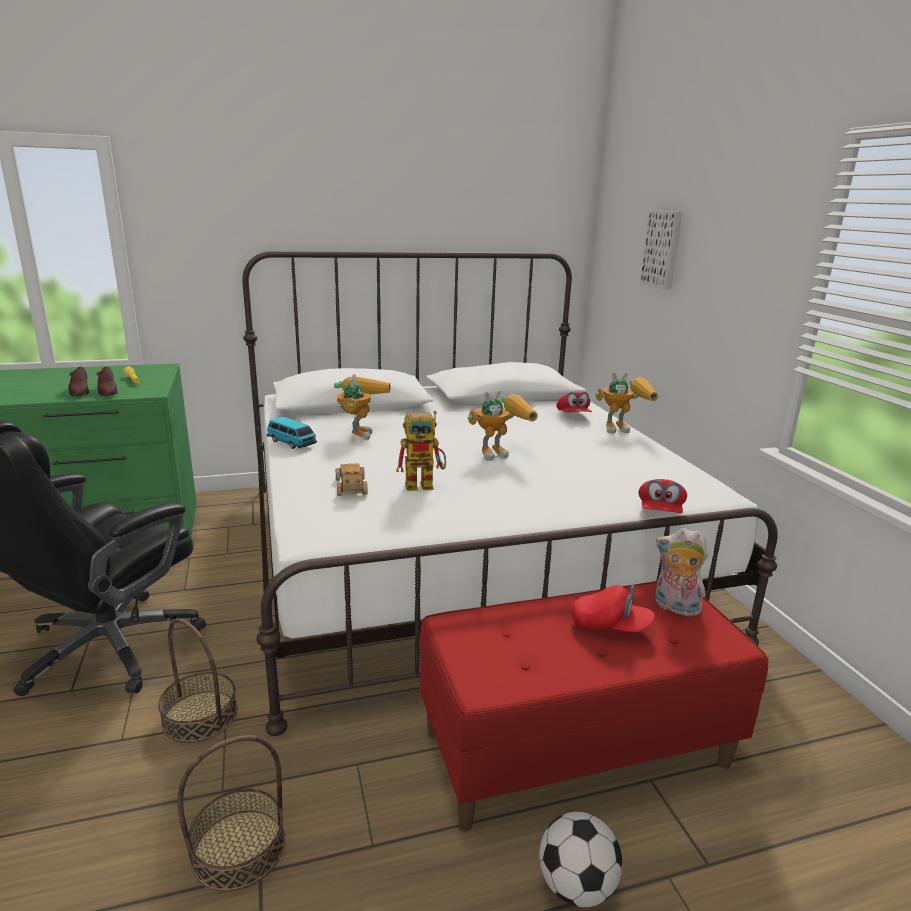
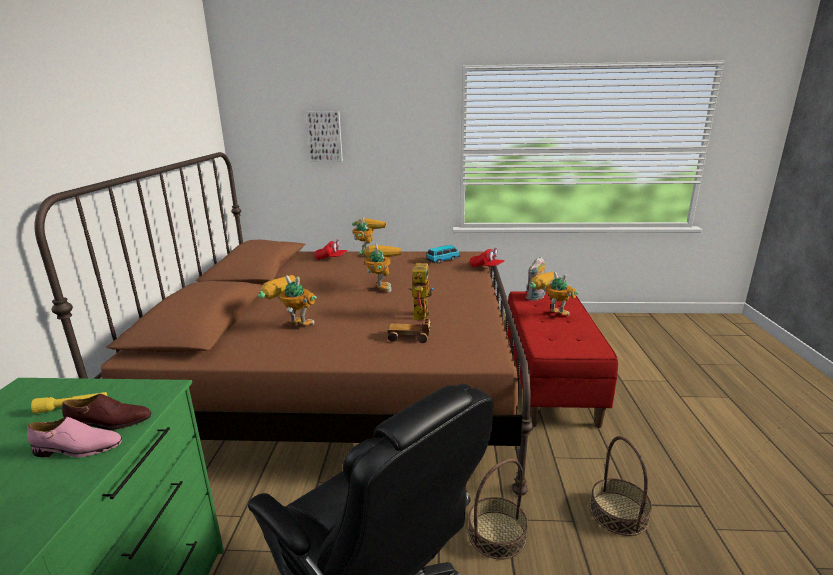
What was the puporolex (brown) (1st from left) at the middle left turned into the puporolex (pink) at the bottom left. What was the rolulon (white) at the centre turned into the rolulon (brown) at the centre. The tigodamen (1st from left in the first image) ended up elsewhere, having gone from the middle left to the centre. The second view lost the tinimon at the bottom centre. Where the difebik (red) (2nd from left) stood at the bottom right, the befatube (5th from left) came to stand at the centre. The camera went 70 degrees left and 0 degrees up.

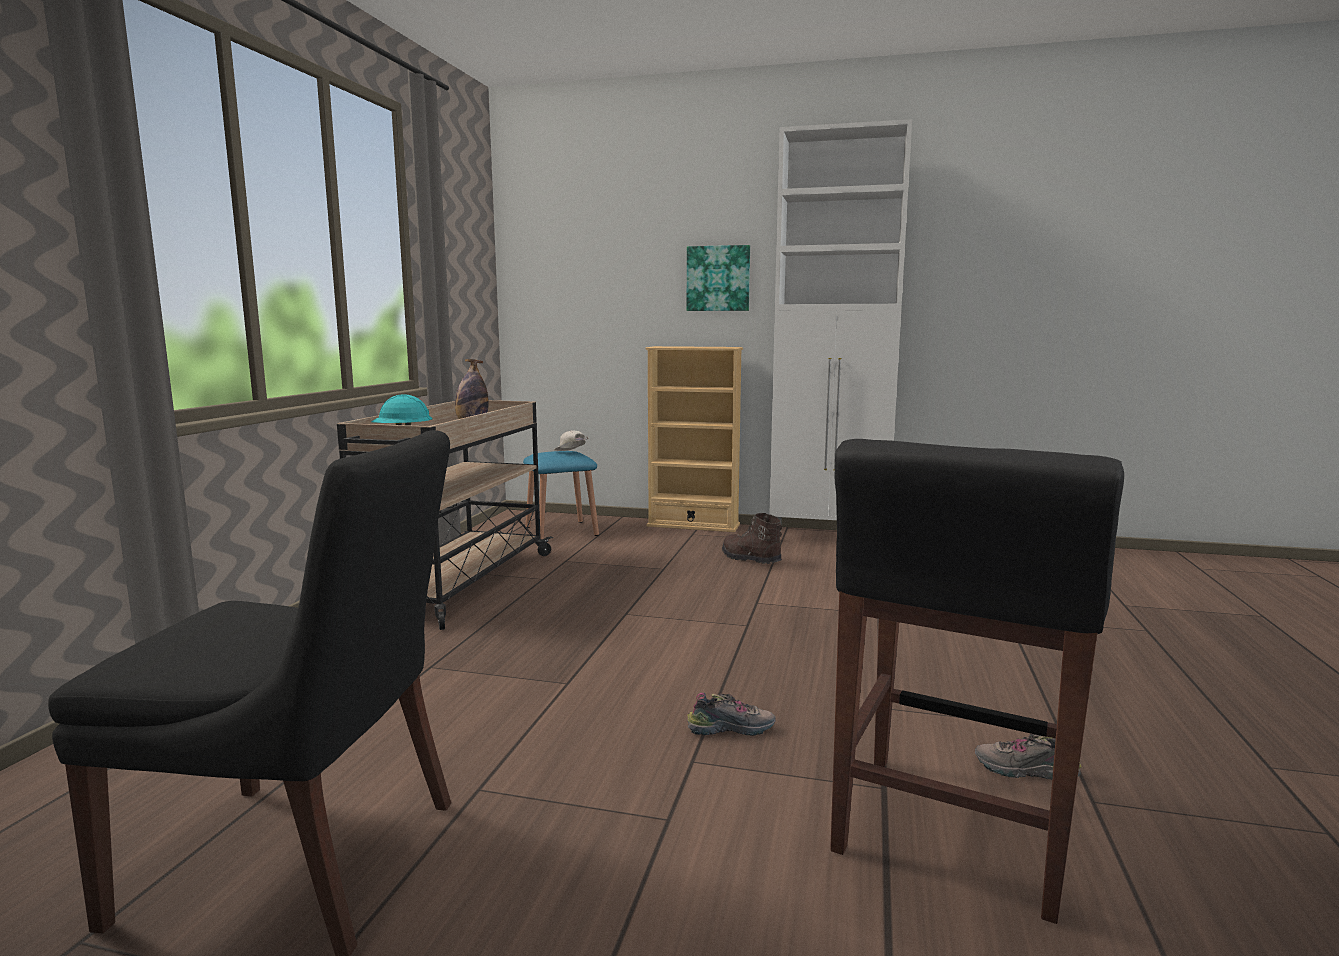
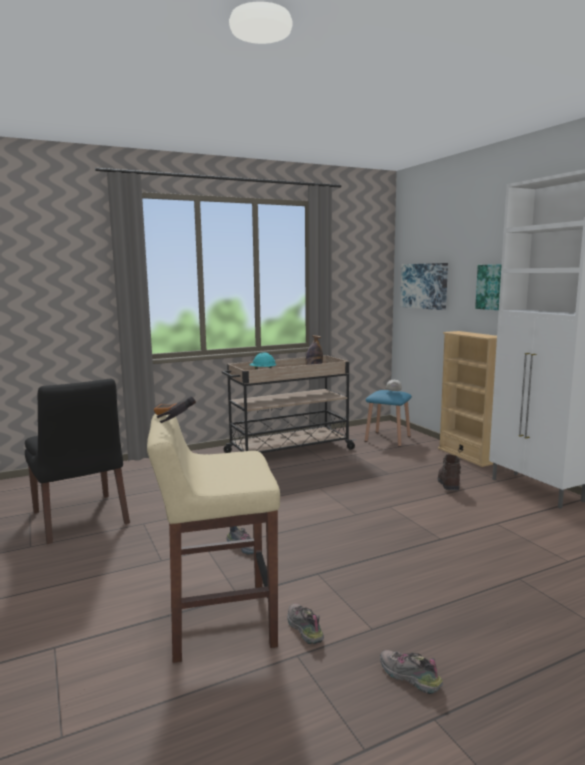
What was the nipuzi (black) at the bottom right turned into the nipuzi (beige) at the bottom centre. The second view gained the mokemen at the middle left. The second view gained the puporolex (3rd from left) at the bottom right. The second view gained the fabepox (1st from left) at the middle right. The camera went 50 degrees right and 0 degrees up.

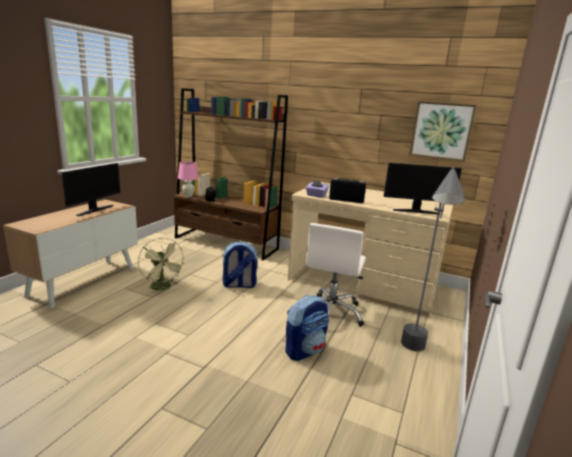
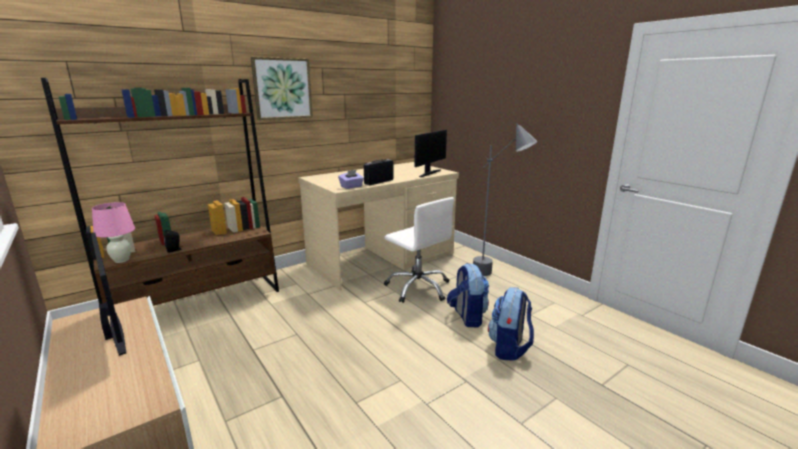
The second view lost the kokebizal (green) at the middle left. The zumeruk (1st from left in the first image) ended up elsewhere, having gone from the centre to the bottom centre. The fabepox ended up elsewhere, having gone from the top right to the top centre. The camera went 60 degrees left and 0 degrees up.

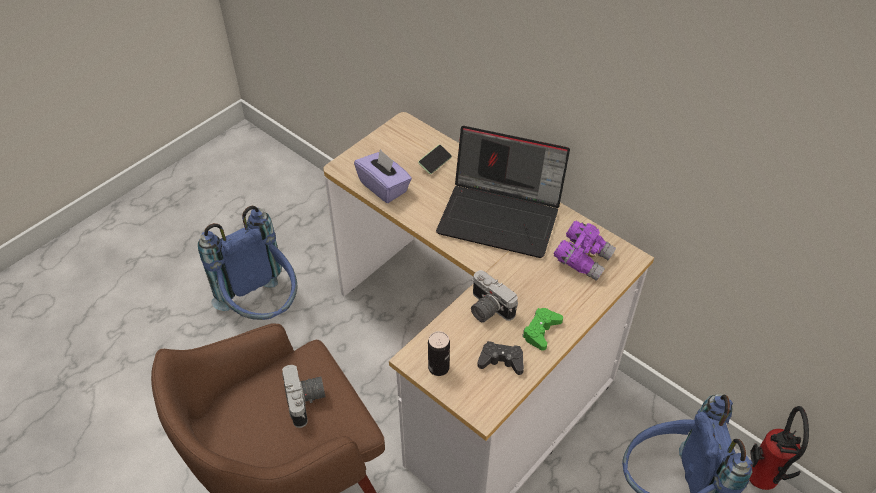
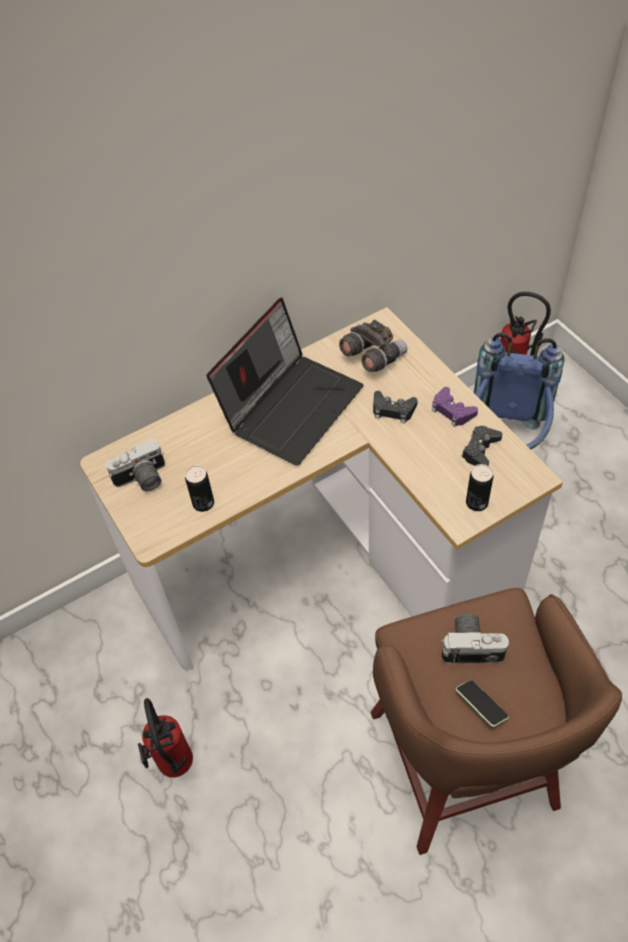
Where the zumeruk (blue) (1st from left) stood at the middle left, the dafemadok (1st from left) came to stand at the bottom left. Where the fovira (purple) stood at the centre, the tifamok (1st from left) came to stand at the middle left. The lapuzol ended up elsewhere, having gone from the top centre to the bottom right. The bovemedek (2nd from left in the first image) ended up elsewhere, having gone from the centre to the middle left. What was the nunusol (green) at the bottom centre turned into the nunusol (purple) at the middle right. What was the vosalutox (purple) at the middle right turned into the vosalutox (grey) at the centre. The second view gained the nunusol (black) (1st from left) at the centre. The camera went 70 degrees left and 5 degrees up.

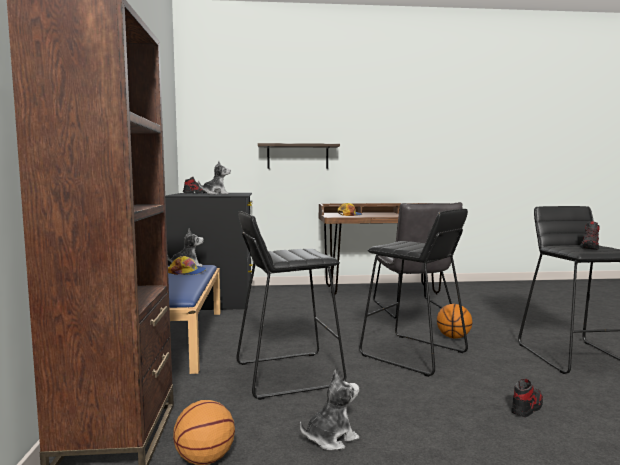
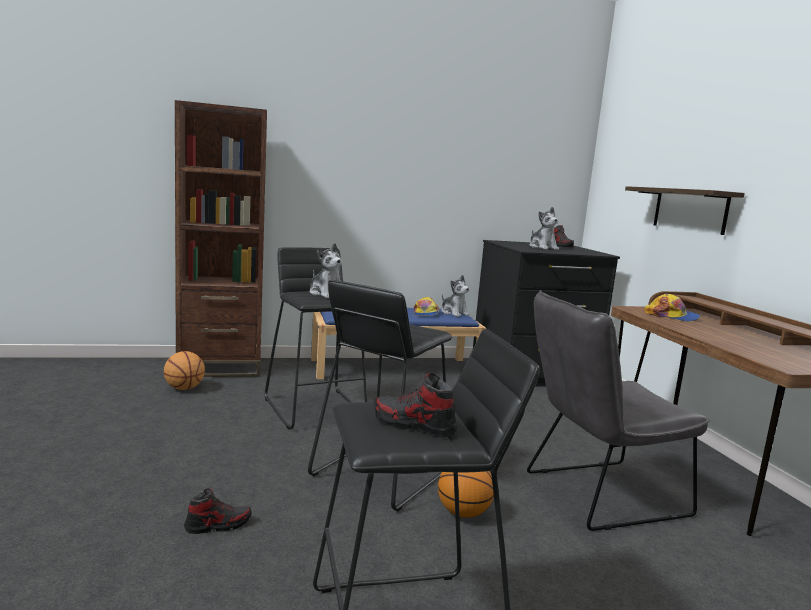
The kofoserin (3rd from left in the first image) ended up elsewhere, having gone from the bottom centre to the centre. The puporolex (2nd from left in the first image) at the bottom right ended up facing another way, 60 degrees counterclockwise from before. The camera went 80 degrees right and 5 degrees up.

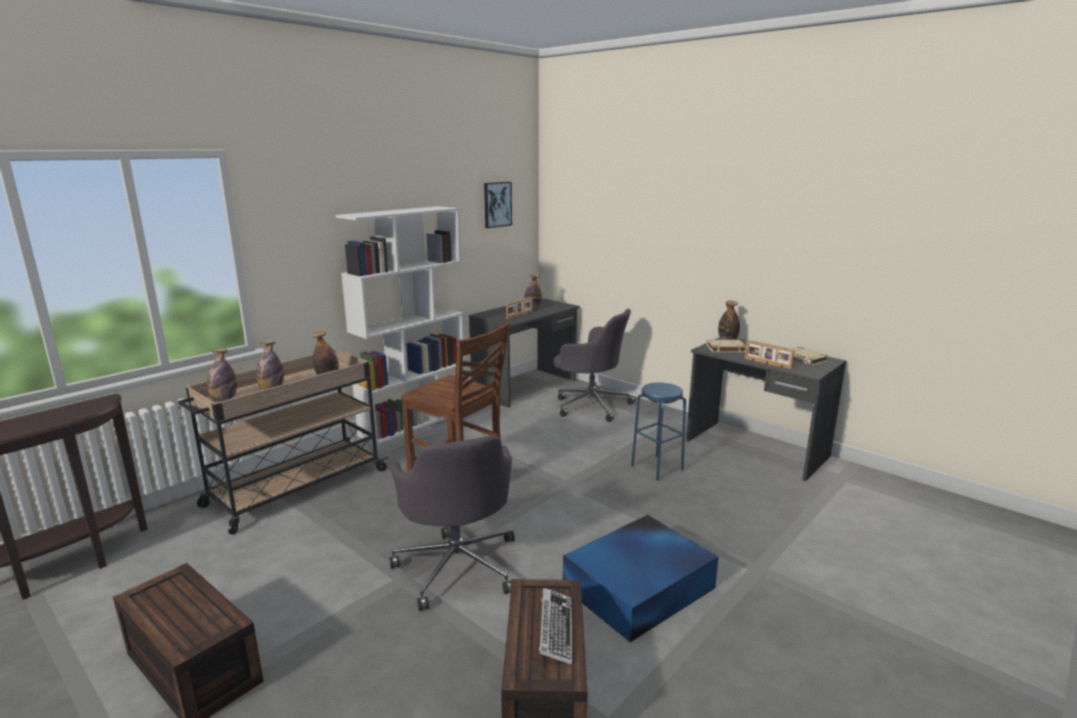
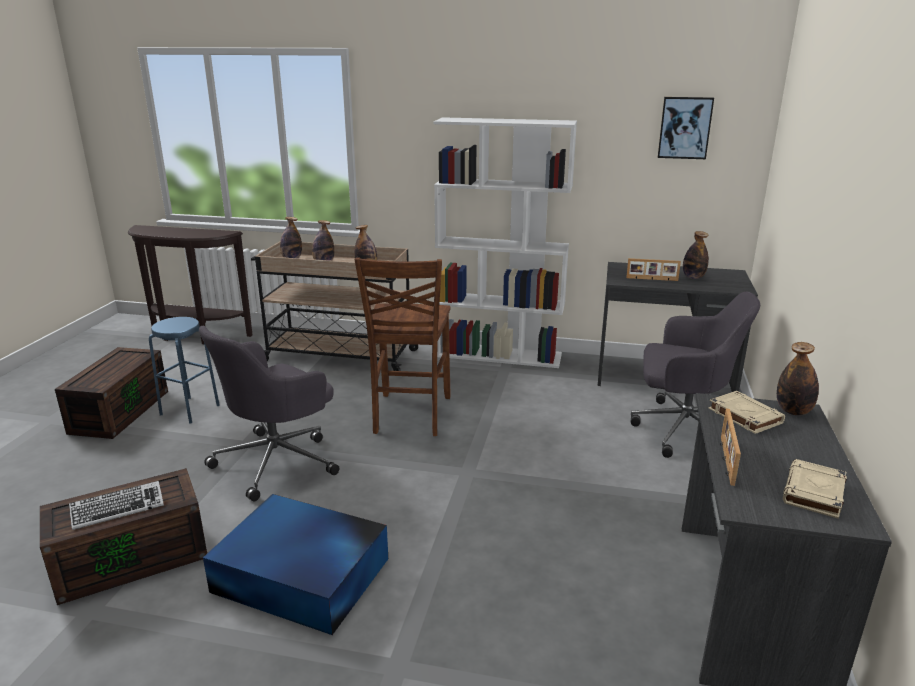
The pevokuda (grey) (2nd from left) at the centre ended up facing another way, 75 degrees counterclockwise from before. The nipuzi (blue) ended up elsewhere, having gone from the centre to the middle left. The camera went 60 degrees right and 5 degrees up.

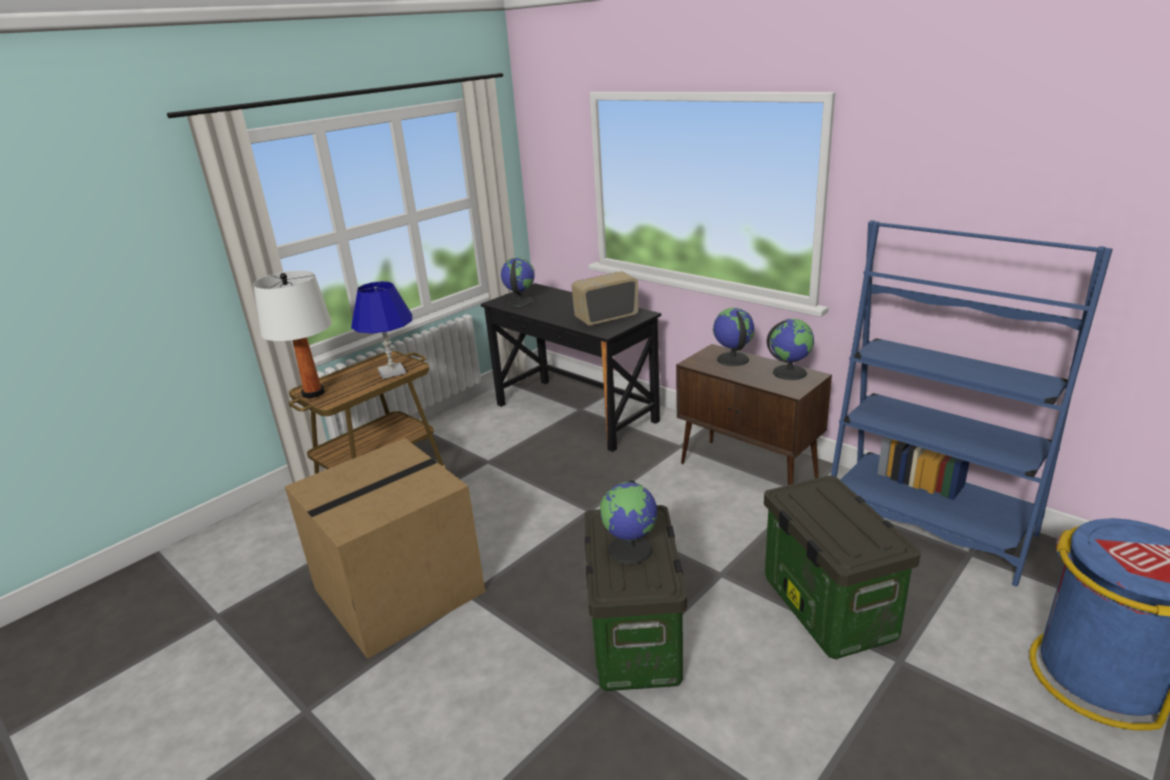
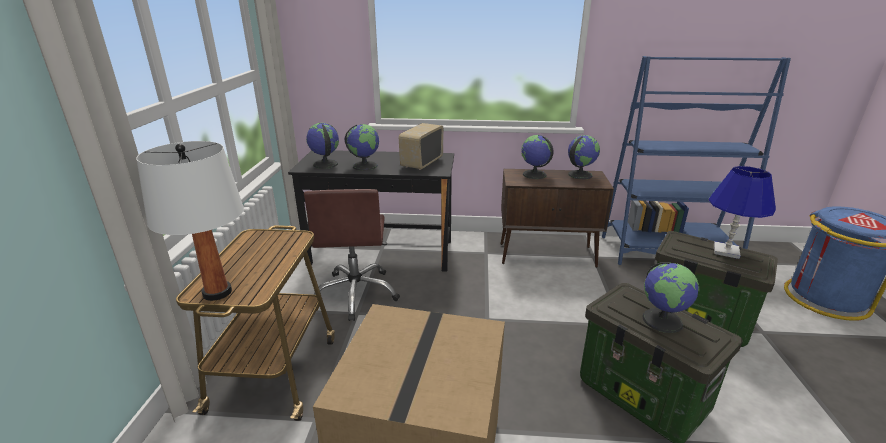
The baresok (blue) ended up elsewhere, having gone from the middle left to the middle right. The second view gained the pevokuda (brown) at the centre. The second view gained the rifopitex (2nd from left) at the top centre. The camera went 40 degrees left and 0 degrees up.

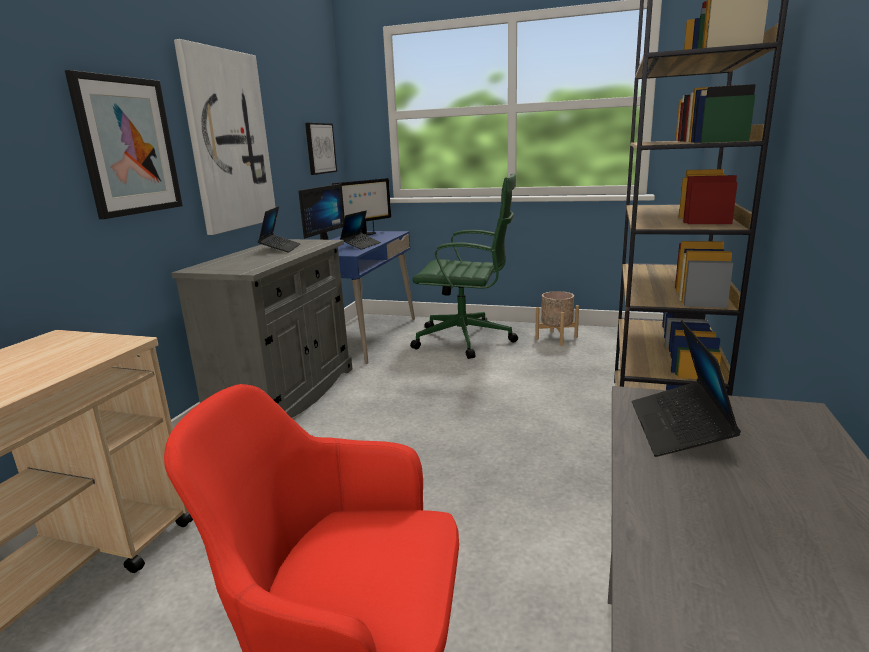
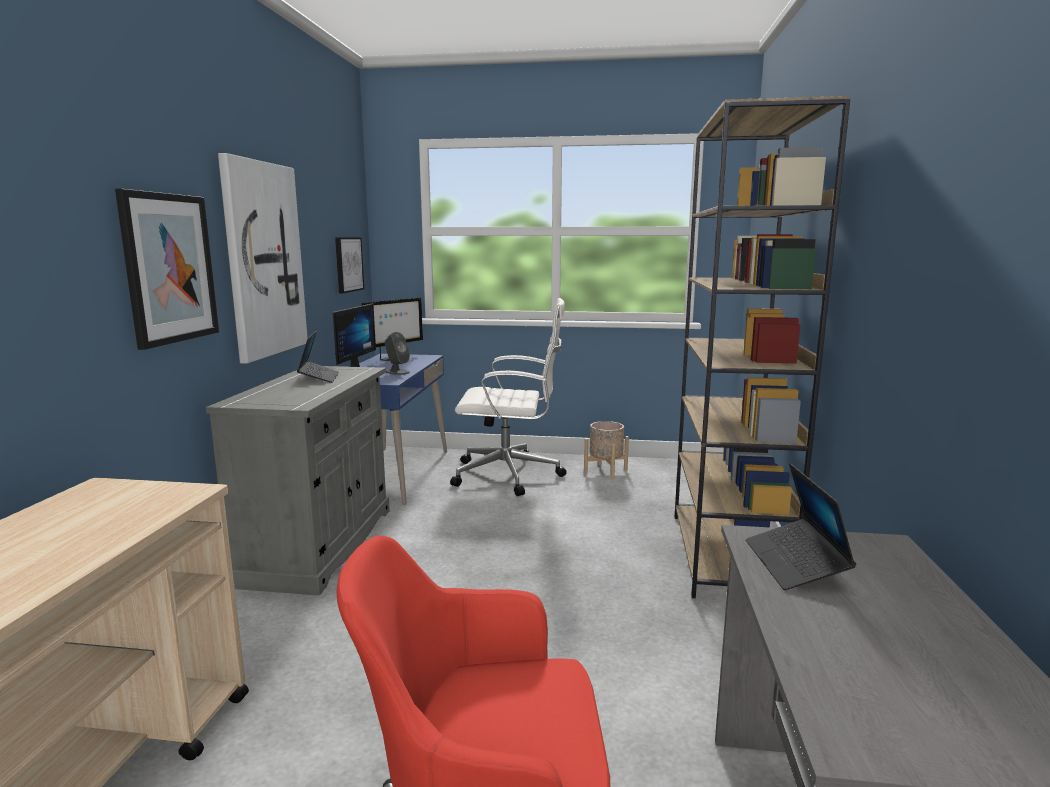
Where the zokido (2nd from left) stood at the centre, the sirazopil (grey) came to stand at the centre. What was the pevokuda (green) at the centre turned into the pevokuda (white) at the centre. The camera went 10 degrees left and 5 degrees down.

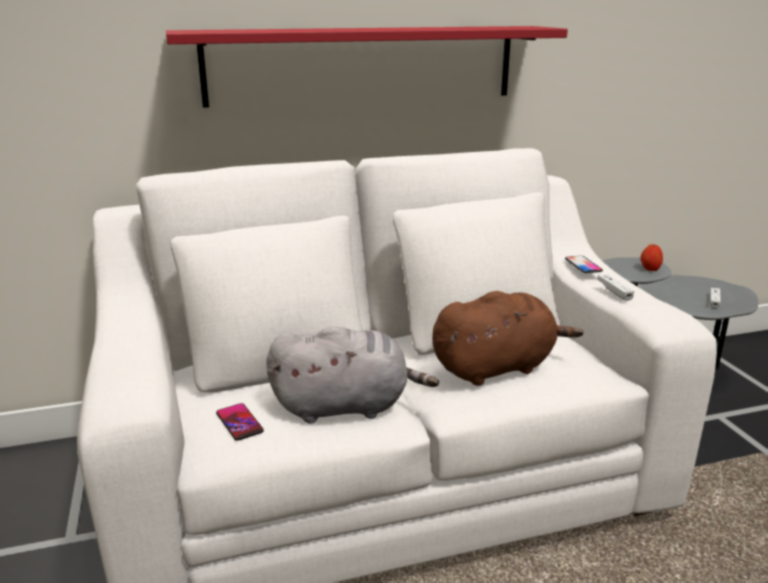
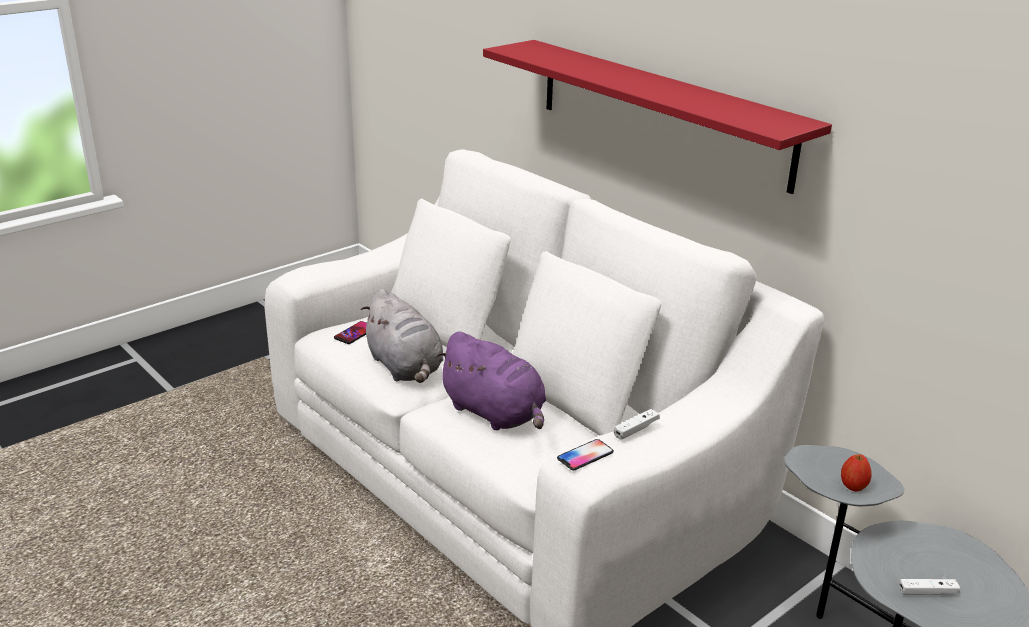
What was the kofoserin (brown) at the centre turned into the kofoserin (purple) at the centre. The lapuzol (2nd from left) ended up elsewhere, having gone from the middle right to the bottom centre. The camera went 65 degrees right and 5 degrees up.

